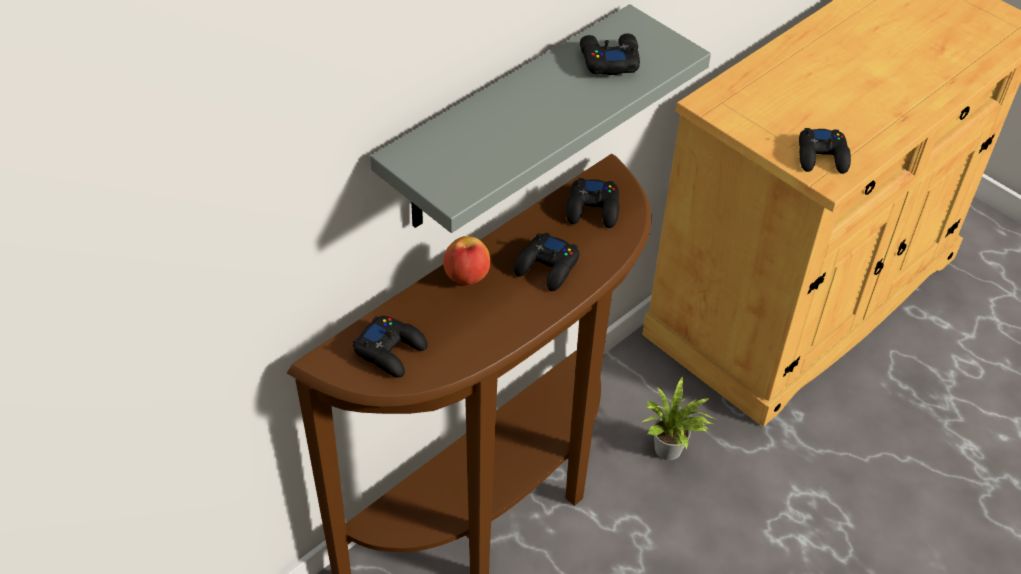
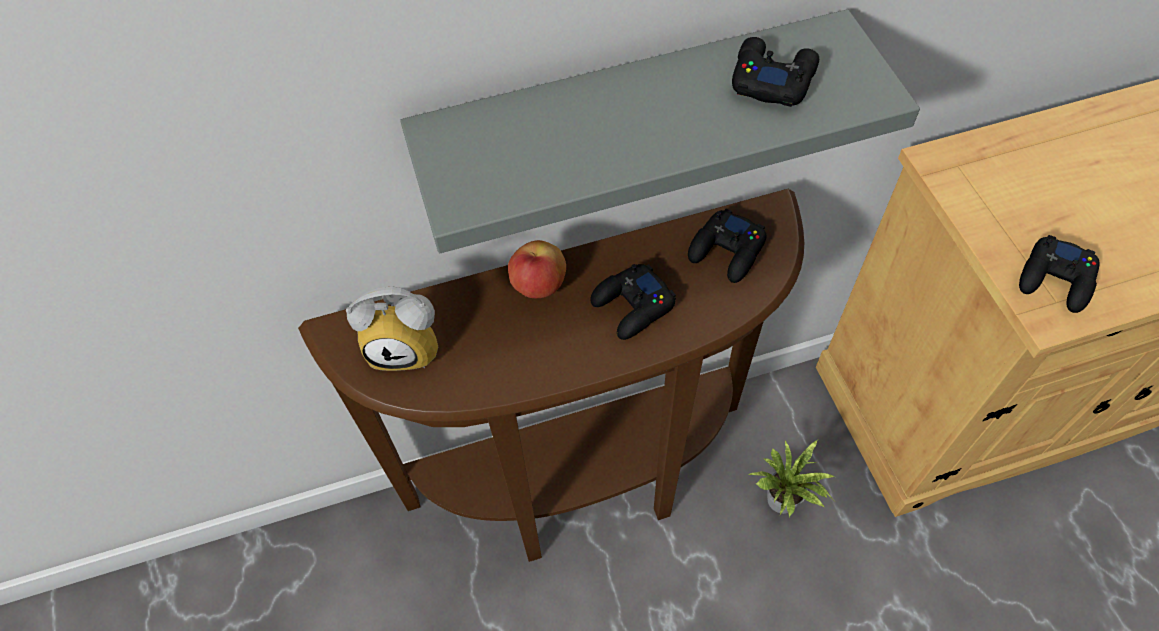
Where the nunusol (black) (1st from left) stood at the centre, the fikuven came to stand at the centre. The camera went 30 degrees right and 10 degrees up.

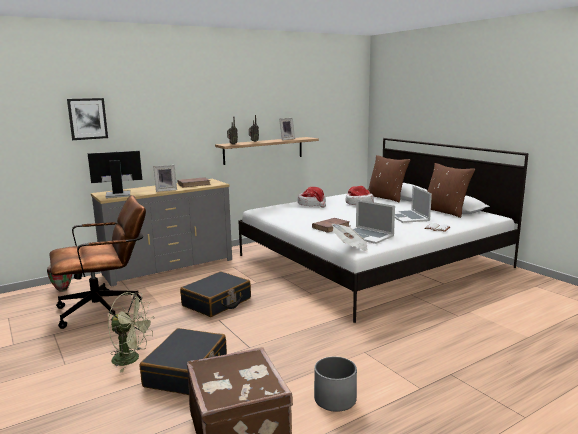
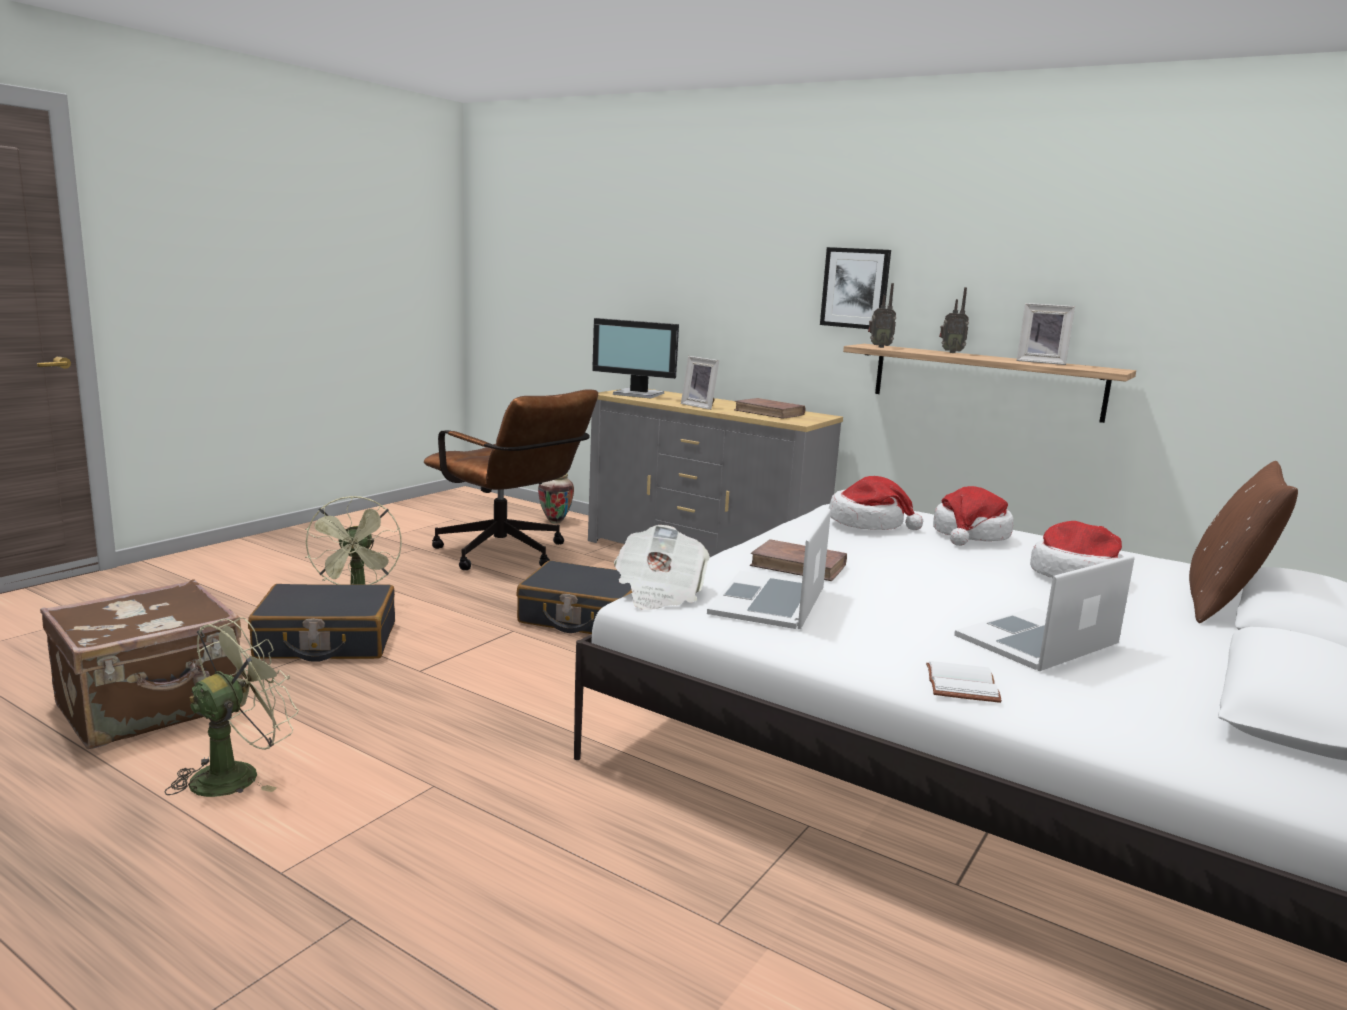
The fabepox ended up elsewhere, having gone from the top left to the top centre. The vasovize at the middle left ended up facing another way, 150 degrees clockwise from before. Where the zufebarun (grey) stood at the bottom centre, the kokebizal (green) (1st from left) came to stand at the bottom left. The second view lost the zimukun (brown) (2nd from left) at the middle right. The second view gained the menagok (1st from left) at the centre. The camera went 65 degrees right and 0 degrees up.

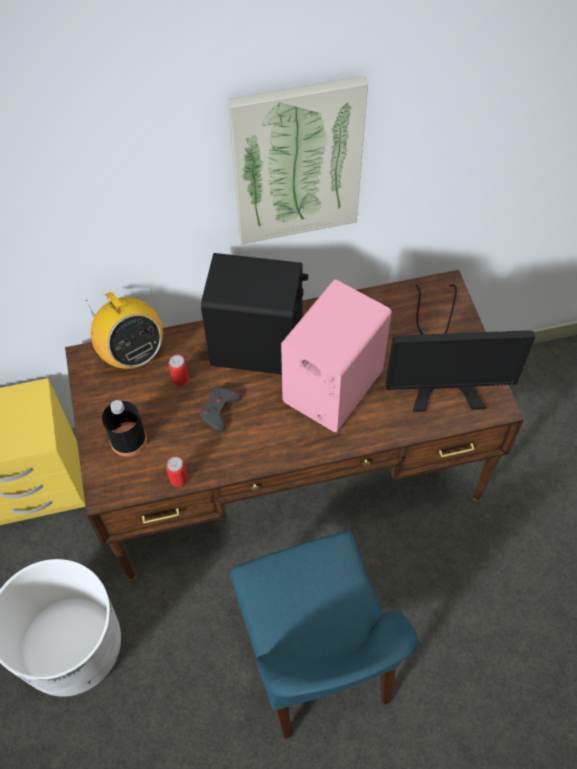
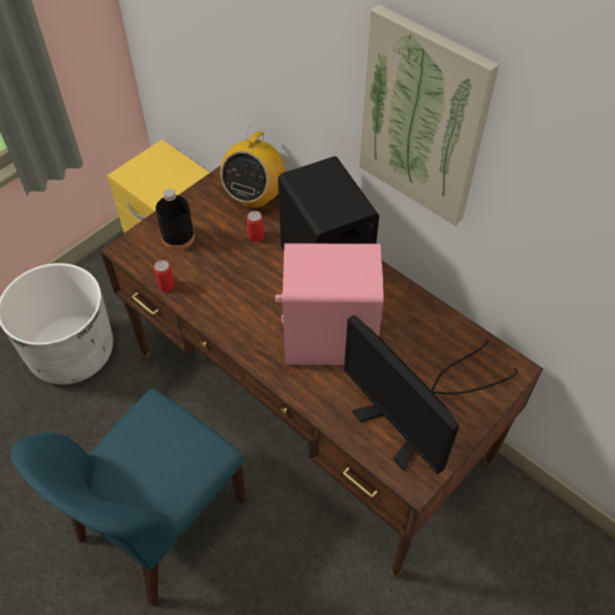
The second view lost the nunusol (grey) at the centre. The camera went 55 degrees right and 5 degrees down.

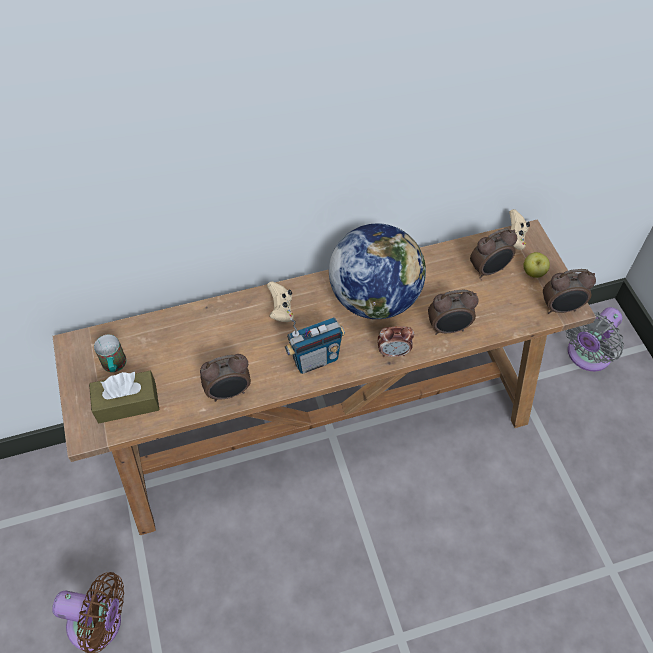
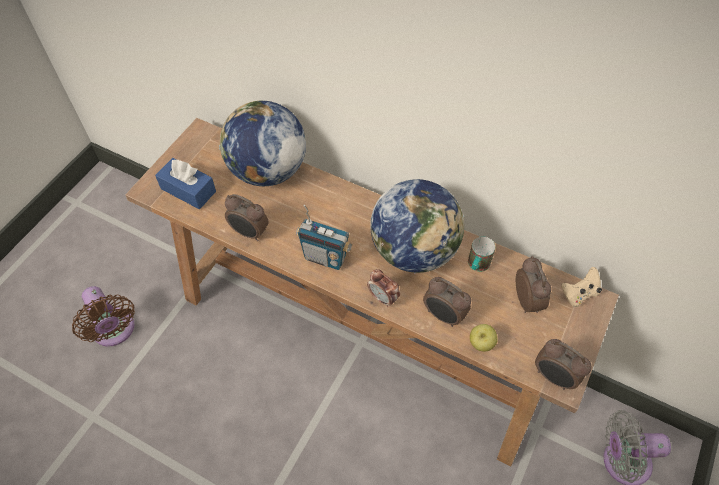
What was the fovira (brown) at the middle left turned into the fovira (blue) at the middle left. The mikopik ended up elsewhere, having gone from the middle left to the middle right. The second view lost the nunusol (beige) (1st from left) at the centre. The fikuven (4th from left) at the middle right ended up facing another way, 120 degrees counterclockwise from before. The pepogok ended up elsewhere, having gone from the middle right to the bottom right. The second view gained the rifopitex (1st from left) at the top centre. The camera went 45 degrees right and 0 degrees up.

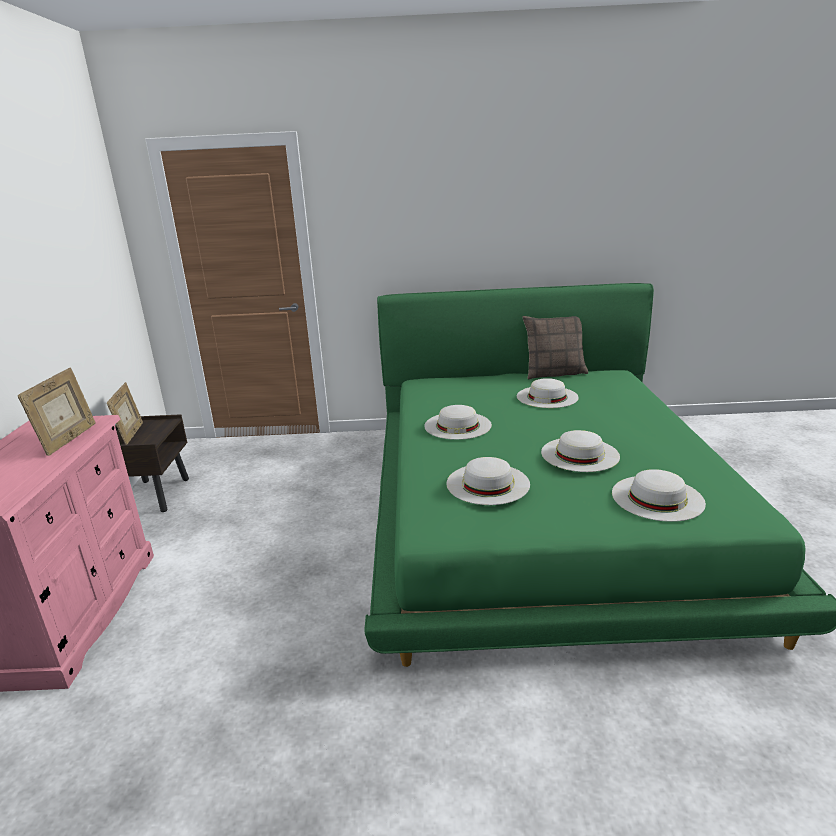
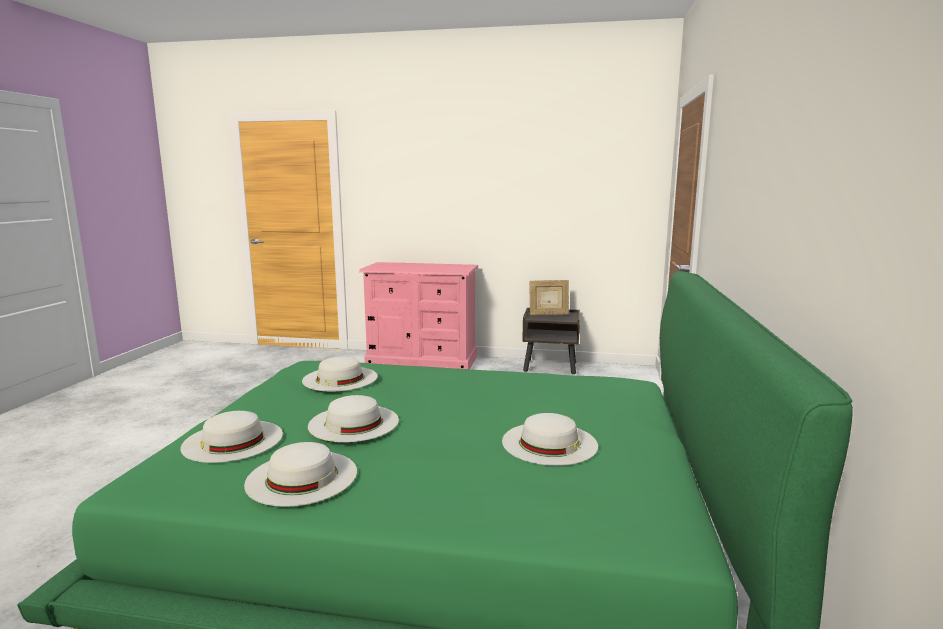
The second view lost the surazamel (1st from left) at the middle left. The menagok (white) (1st from left in the first image) ended up elsewhere, having gone from the centre to the bottom left. The second view lost the zimukun at the centre. The camera went 100 degrees right and 10 degrees down.

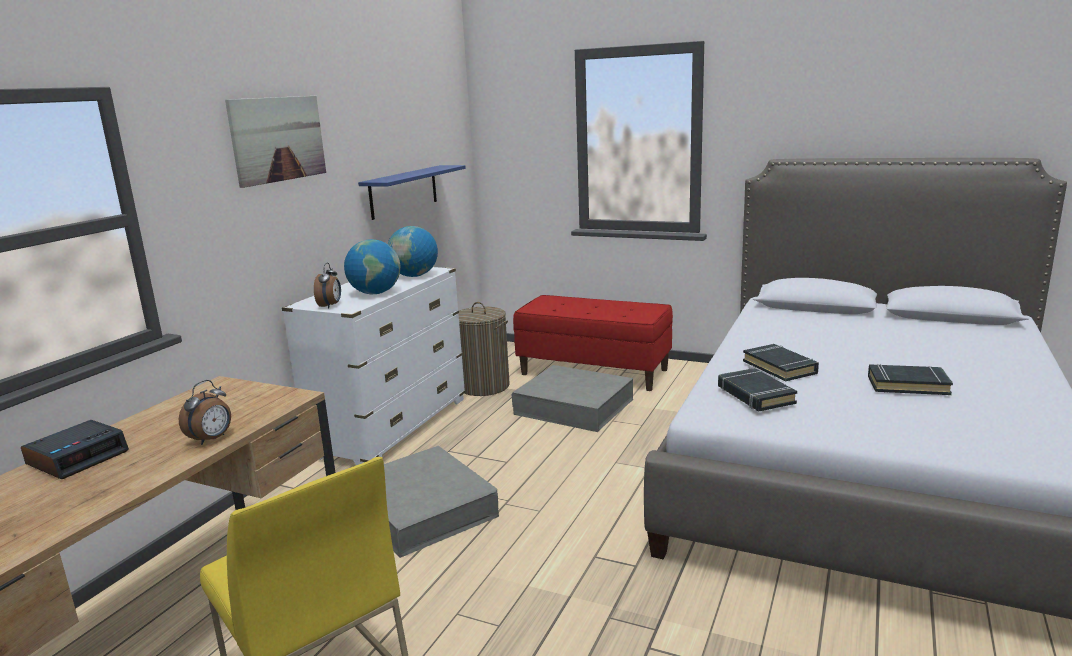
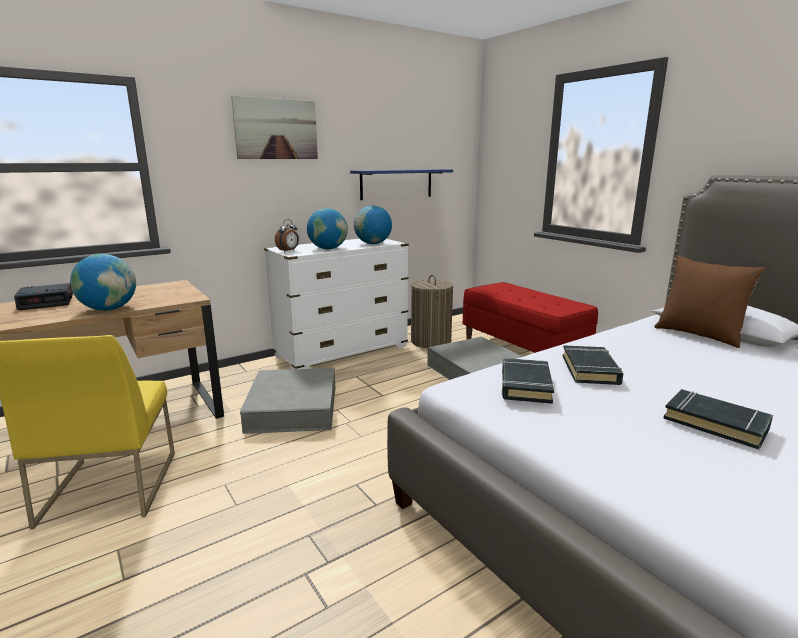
Where the fikuven (2nd from left) stood at the middle left, the rifopitex (1st from left) came to stand at the middle left. The second view gained the zimukun (brown) at the middle right. The camera went 30 degrees right and 0 degrees up.

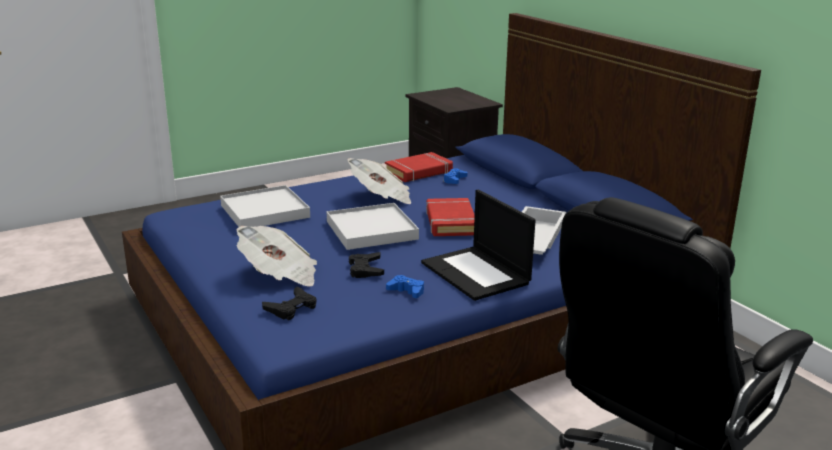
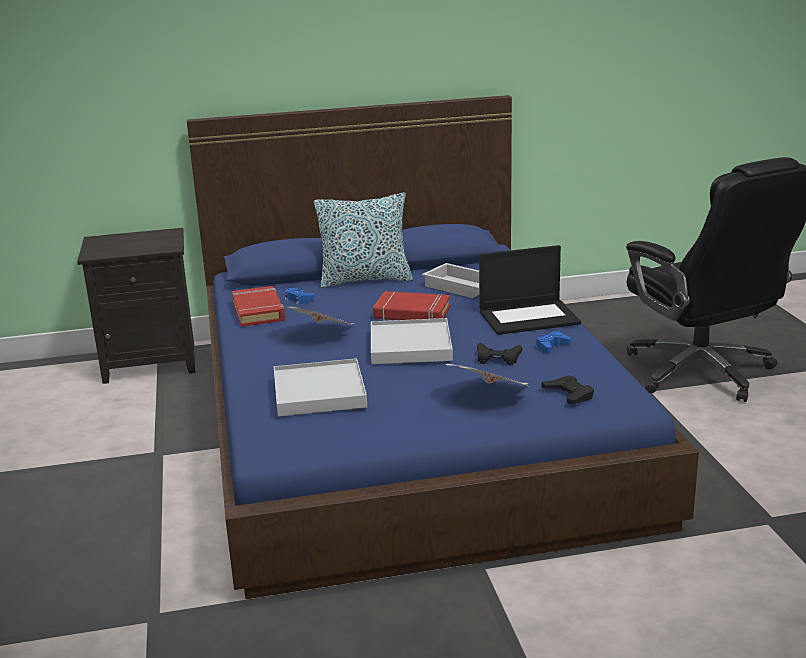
The second view gained the zimukun at the centre. The camera went 70 degrees left and 0 degrees up.

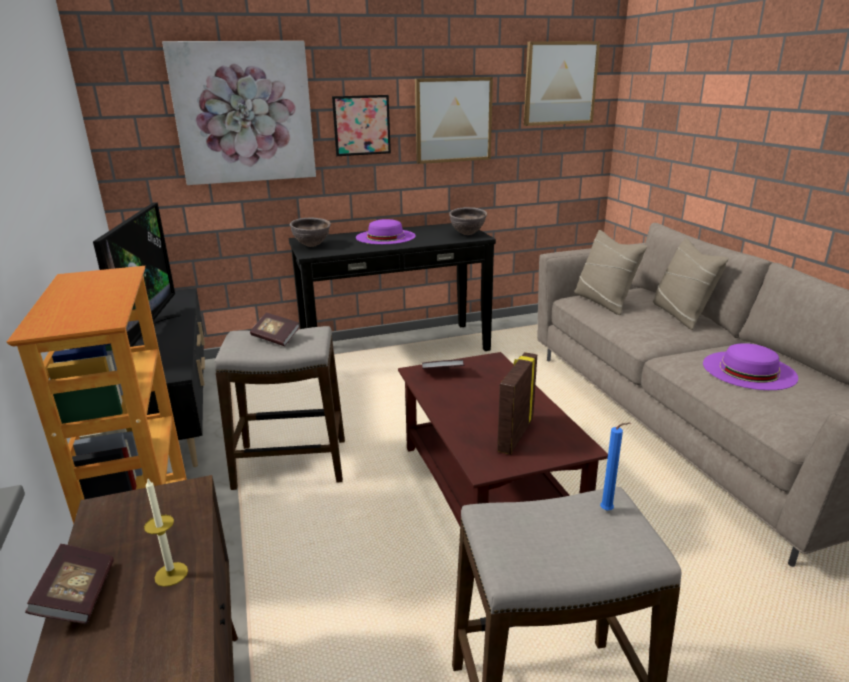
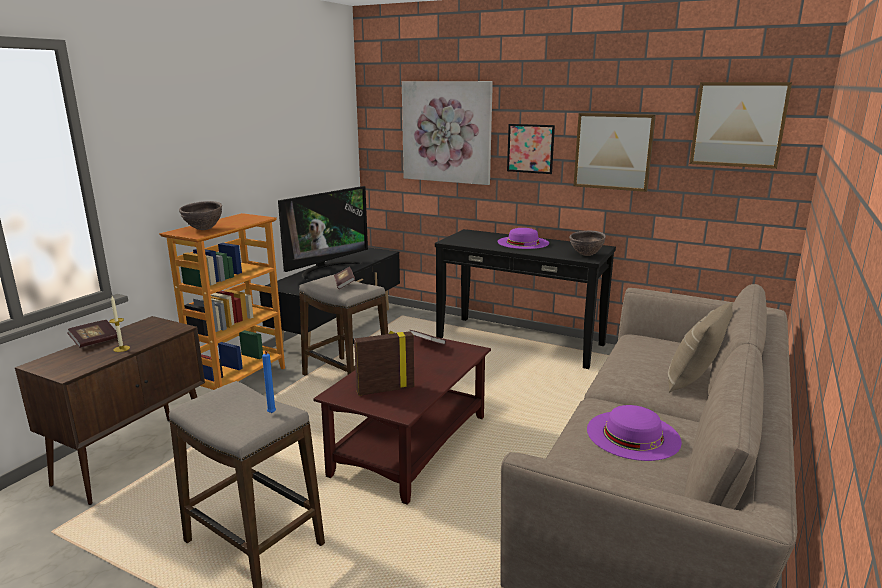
The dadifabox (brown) (1st from left) ended up elsewhere, having gone from the centre to the middle left. The second view lost the zimukun (beige) (1st from left) at the middle right. The camera went 45 degrees right and 5 degrees down.

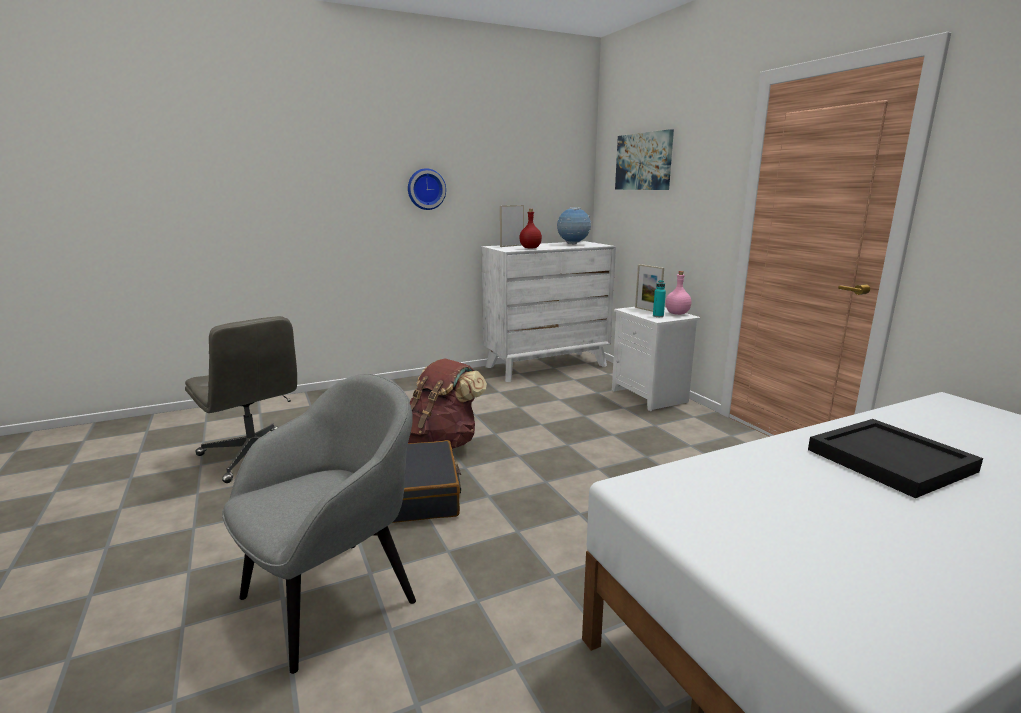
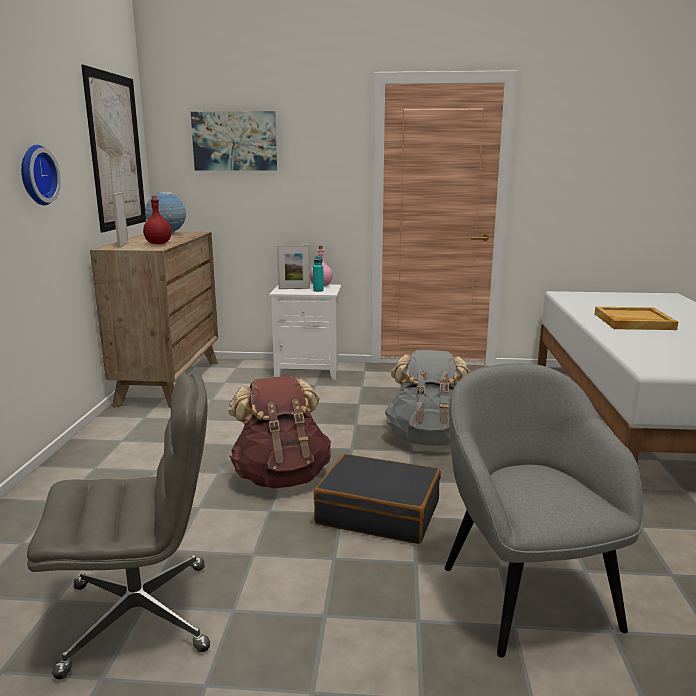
What was the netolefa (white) at the centre turned into the netolefa (brown) at the middle left. What was the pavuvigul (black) at the middle right turned into the pavuvigul (beige) at the middle right. The second view gained the fabepox (1st from left) at the top left. The second view gained the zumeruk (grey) at the centre. The camera went 60 degrees left and 0 degrees up.

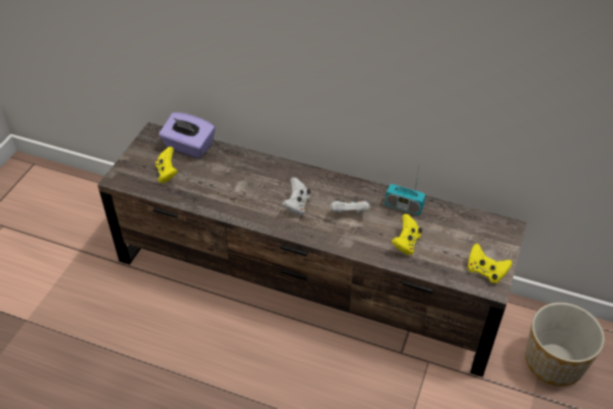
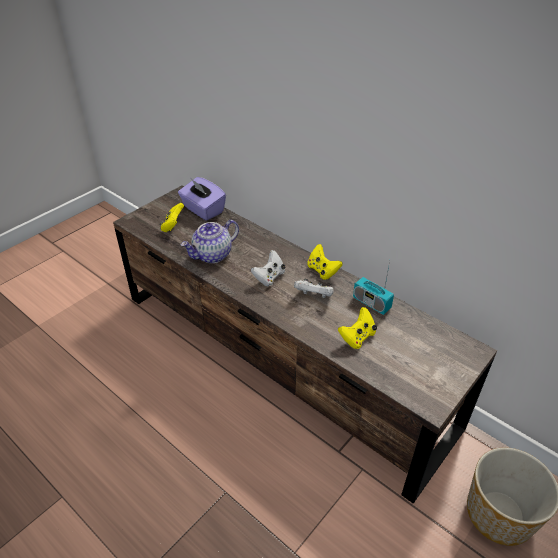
The nunusol (yellow) (3rd from left in the first image) ended up elsewhere, having gone from the middle right to the centre. The second view gained the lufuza at the centre. The camera went 20 degrees right and 5 degrees down.

